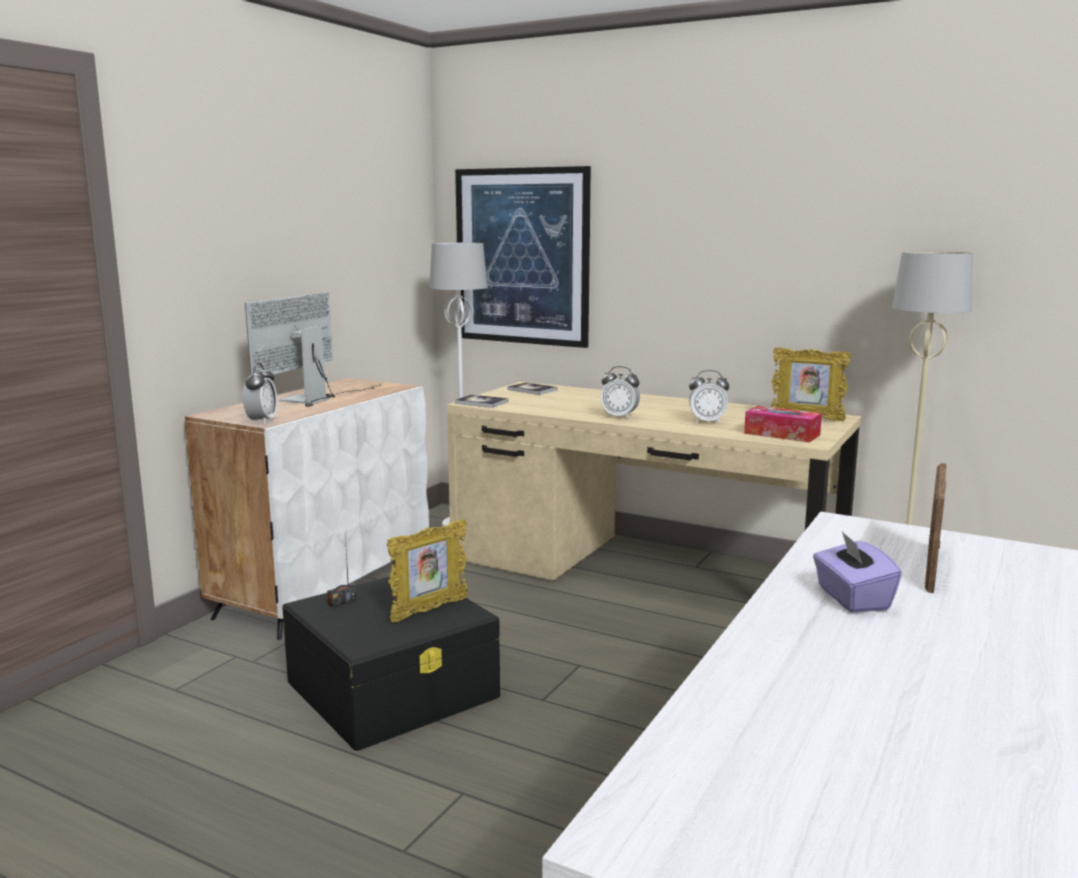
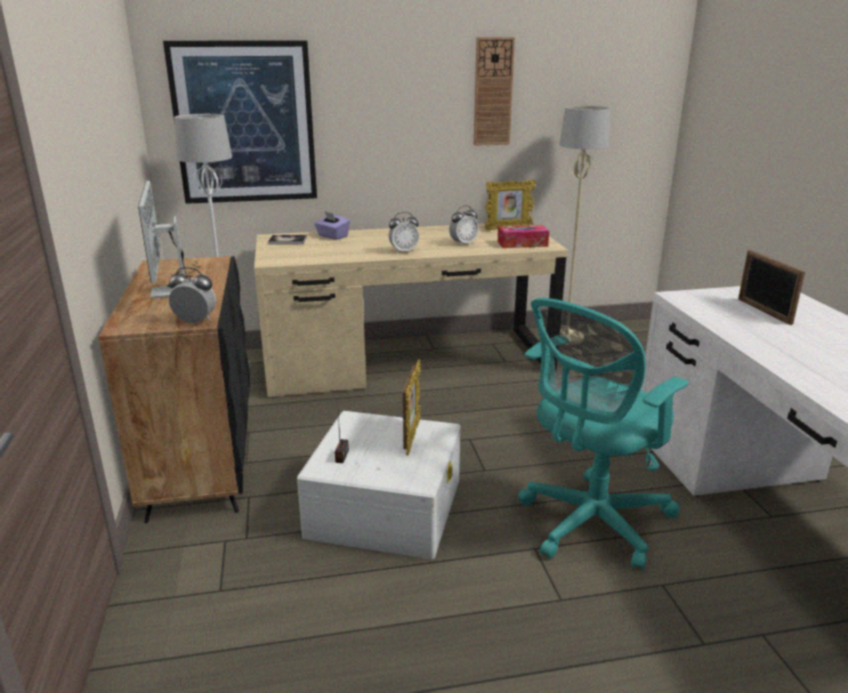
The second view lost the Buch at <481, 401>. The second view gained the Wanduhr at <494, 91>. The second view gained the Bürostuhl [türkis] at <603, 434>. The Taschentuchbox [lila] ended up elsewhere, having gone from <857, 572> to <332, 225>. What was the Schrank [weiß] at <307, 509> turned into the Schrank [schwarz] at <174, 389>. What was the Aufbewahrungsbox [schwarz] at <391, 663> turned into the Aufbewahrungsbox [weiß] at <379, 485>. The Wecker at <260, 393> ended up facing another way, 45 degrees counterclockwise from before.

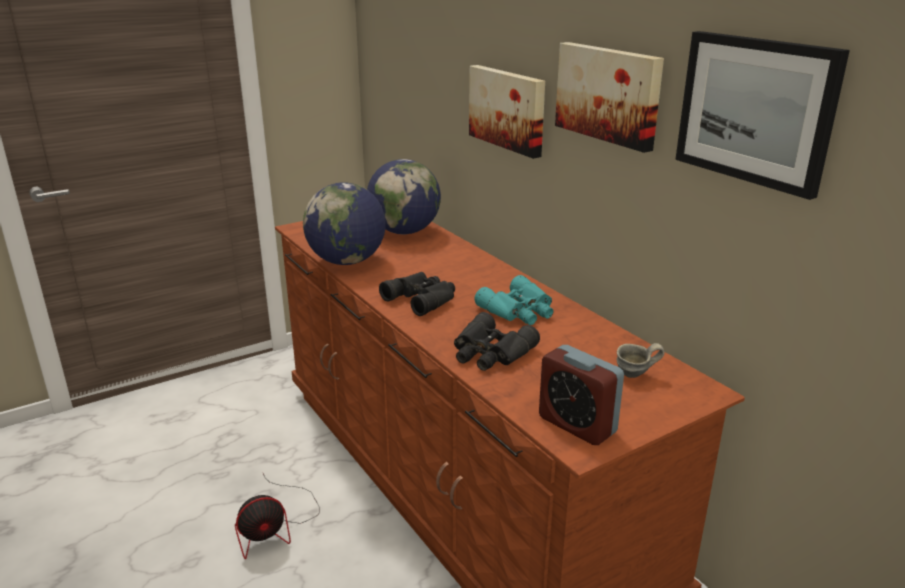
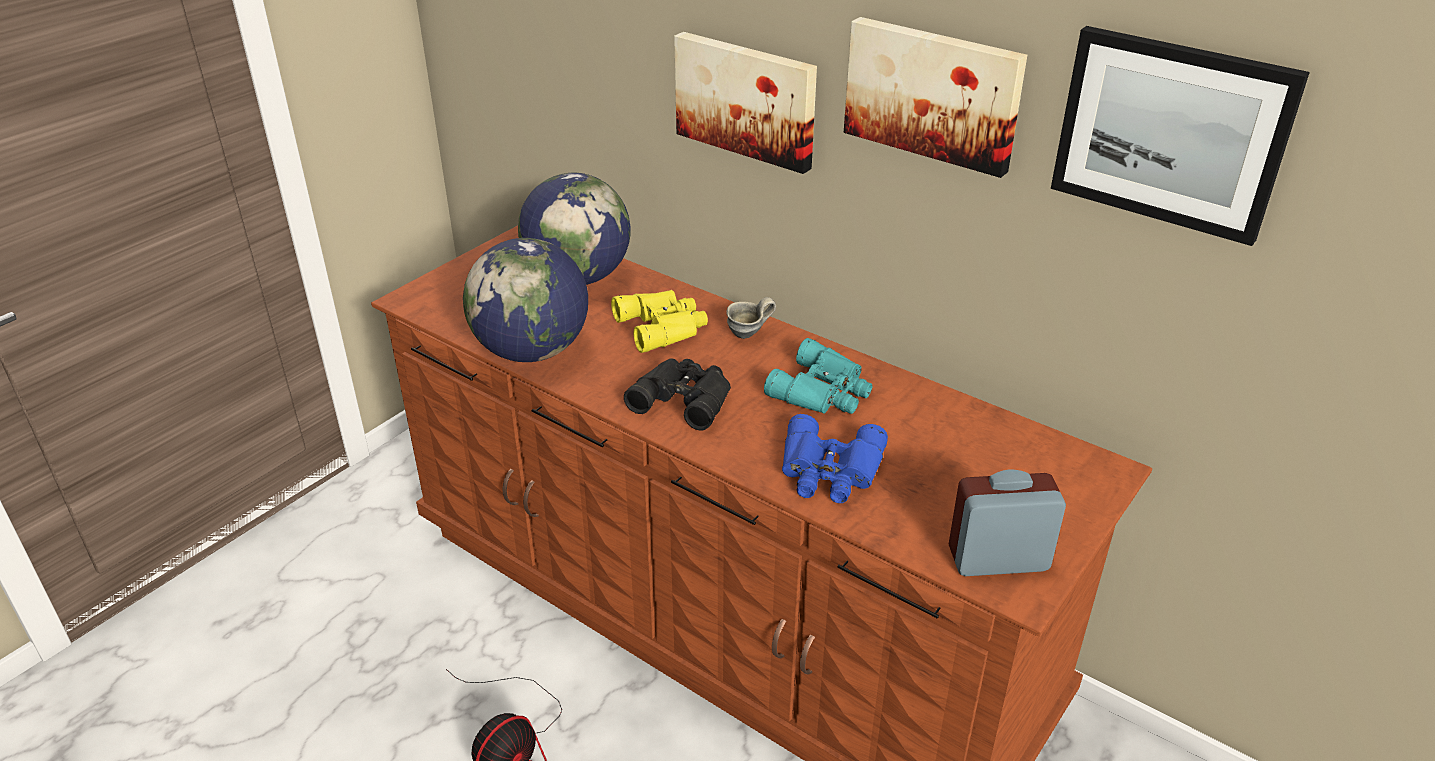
The second view gained the Fernglas [gelb] at <659, 321>. The Henkelbecher [grau] ended up elsewhere, having gone from <641, 360> to <751, 318>. What was the Fernglas [schwarz] at <497, 341> turned into the Fernglas [blau] at <835, 458>. The Wecker at <581, 395> ended up facing another way, 150 degrees clockwise from before.

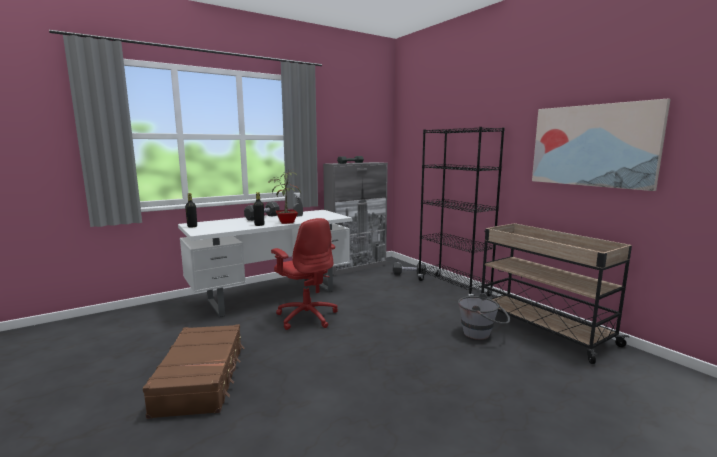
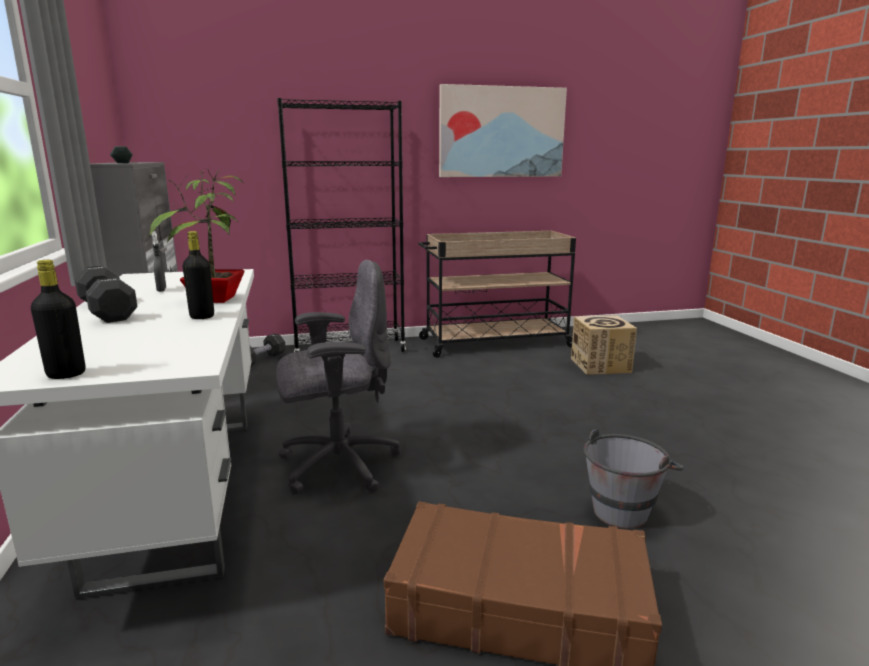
The second view gained the Karton at <604, 345>. The Eimer [grau] ended up elsewhere, having gone from <484, 316> to <634, 478>. What was the Bürostuhl [rot] at <304, 274> turned into the Bürostuhl [grau] at <338, 377>.

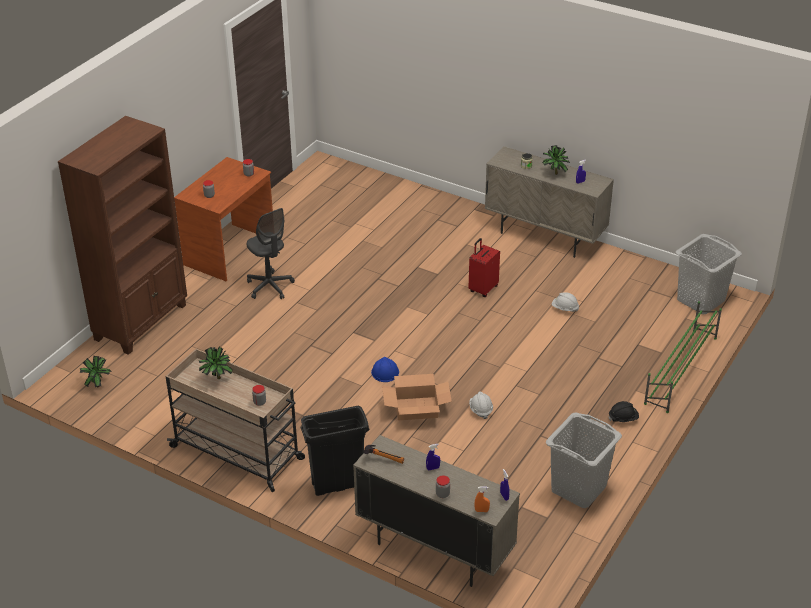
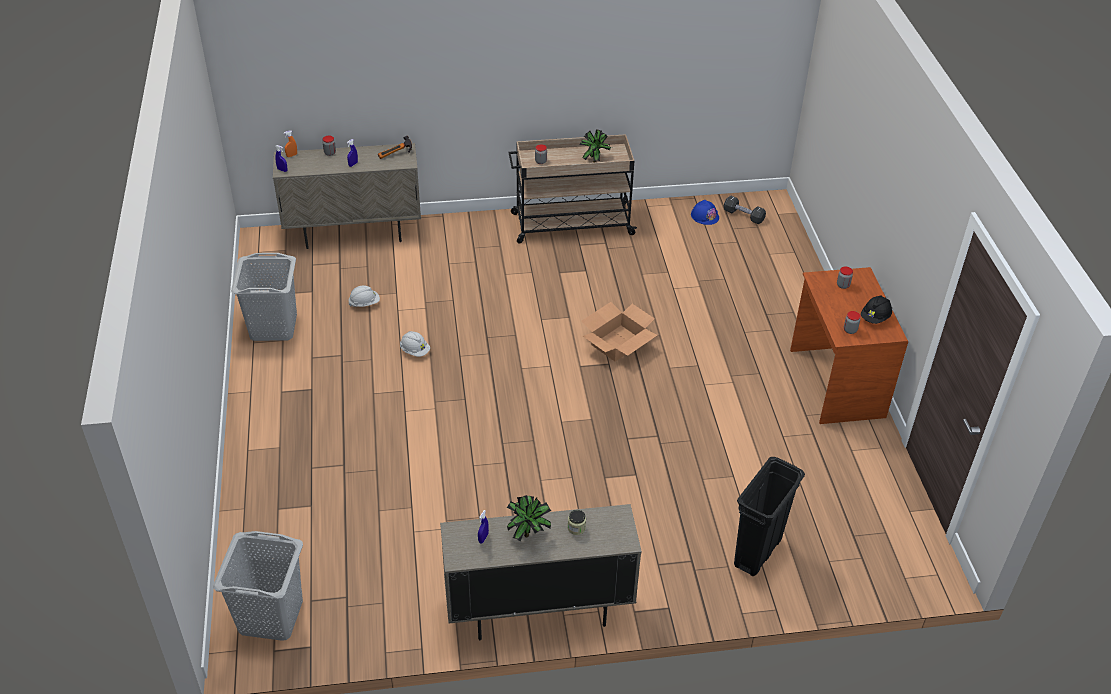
The second view lost the Bücherregal [braun] at <122, 235>. The second view lost the Bürostuhl [grau] at <270, 253>. The second view lost the Koffer [rot] at <484, 267>. The second view lost the Schuhregal [grün] at <683, 357>. The Mülleimer [schwarz] ended up elsewhere, having gone from <335, 451> to <769, 516>. The Schutzhelm [blau] ended up elsewhere, having gone from <385, 369> to <705, 212>. The Karton ended up elsewhere, having gone from <417, 397> to <619, 331>. The Schutzhelm [weiß] ended up elsewhere, having gone from <565, 302> to <364, 296>. The Schutzhelm [schwarz] ended up elsewhere, having gone from <623, 411> to <876, 309>. Where the Topfpflanze stood at <95, 371>, the Hantel [schwarz] came to stand at <745, 210>.

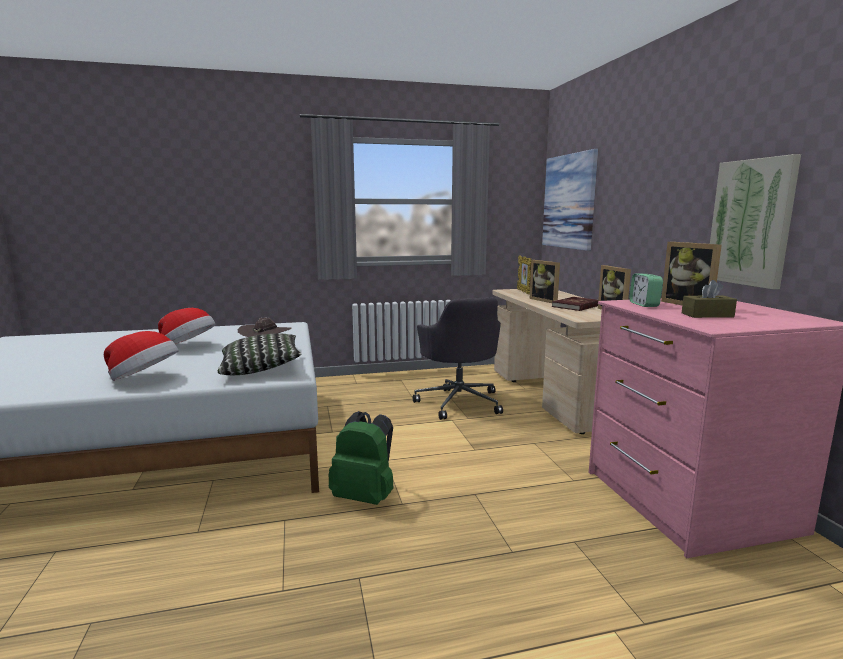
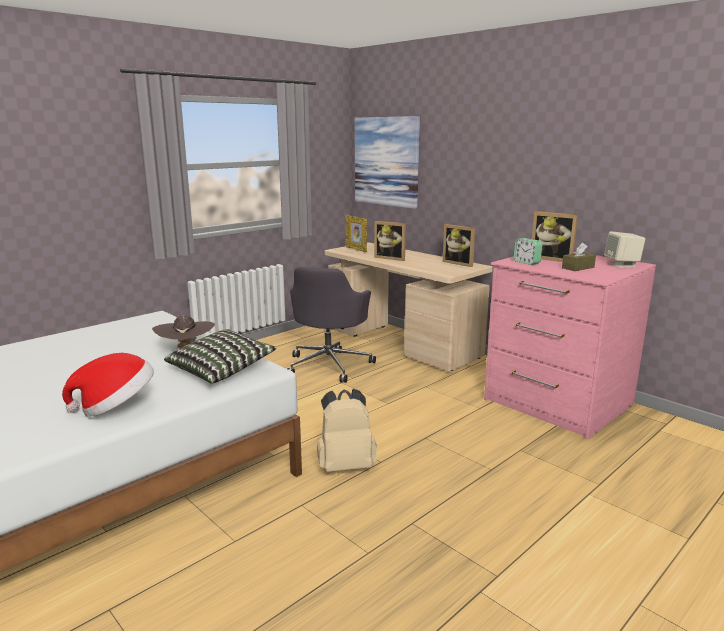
The second view lost the Hut at <187, 326>. The second view lost the Buch [rot] at <575, 304>. The second view lost the Bild at <755, 222>. The second view gained the Lautsprecher [beige] at <624, 250>. What was the Rucksack [grün] at <361, 458> turned into the Rucksack [beige] at <347, 430>. The Bürostuhl [grau] at <458, 358> ended up facing another way, 60 degrees clockwise from before.

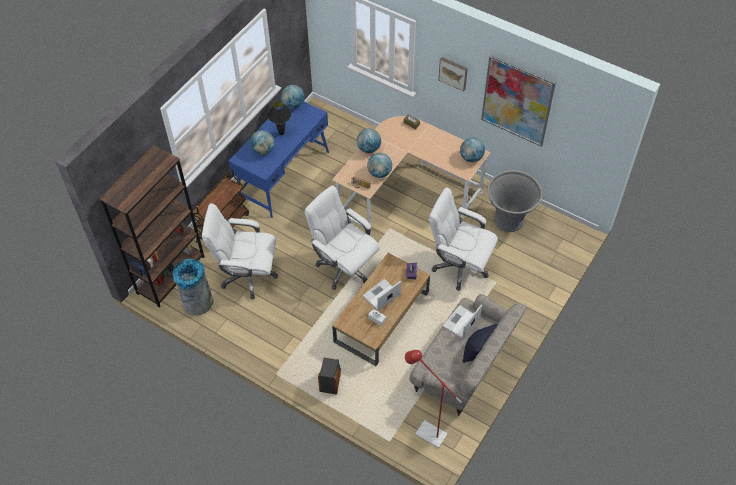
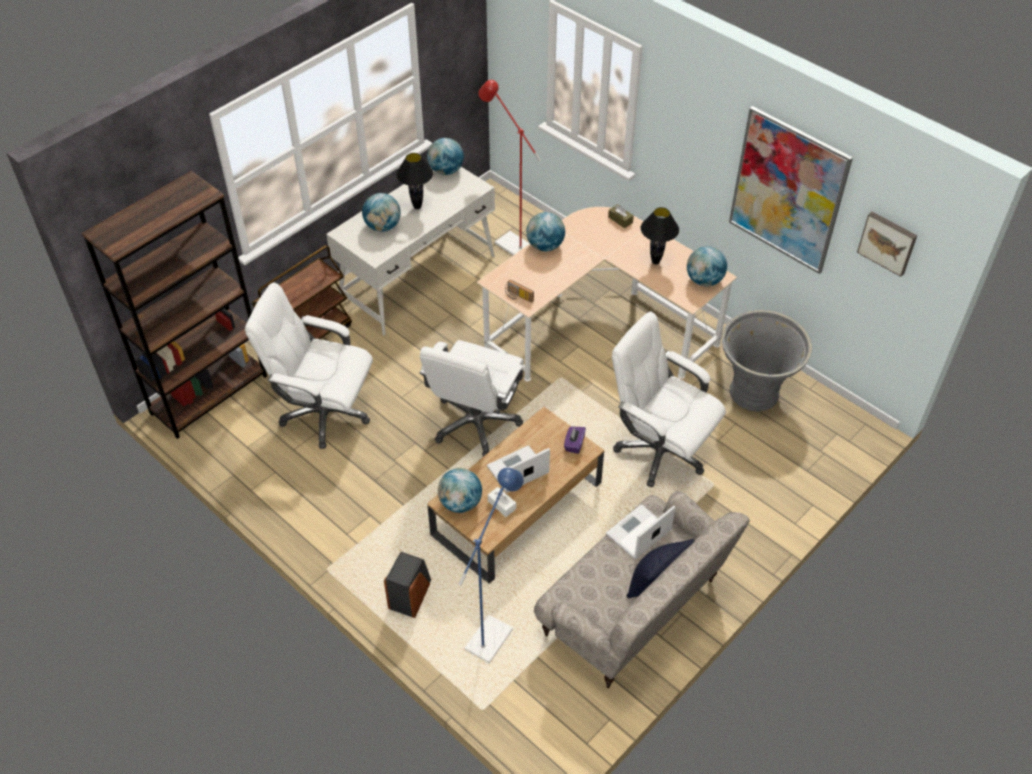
The second view lost the Mülleimer [grau] at <193, 287>. The second view gained the Stehlampe [blau] at <491, 565>. The second view gained the Tischlampe [schwarz] at <660, 236>. The Globus ended up elsewhere, having gone from <379, 165> to <460, 490>. The Stehlampe [rot] ended up elsewhere, having gone from <433, 399> to <509, 167>. The Bild ended up elsewhere, having gone from <453, 74> to <887, 244>. What was the Schreibtisch [blau] at <278, 160> turned into the Schreibtisch [weiß] at <410, 251>. The Bürostuhl [weiß] at <342, 237> ended up facing another way, 120 degrees counterclockwise from before.

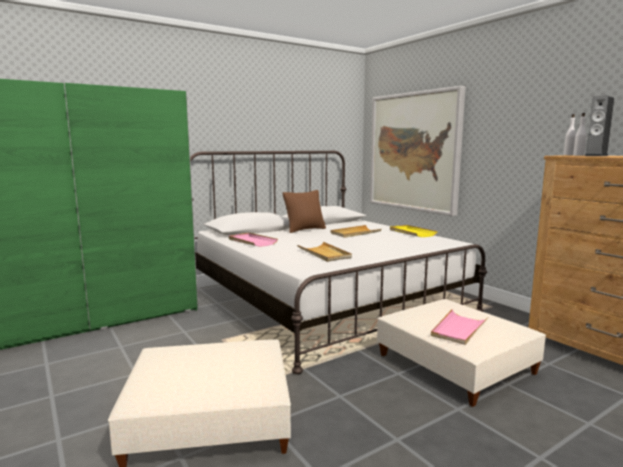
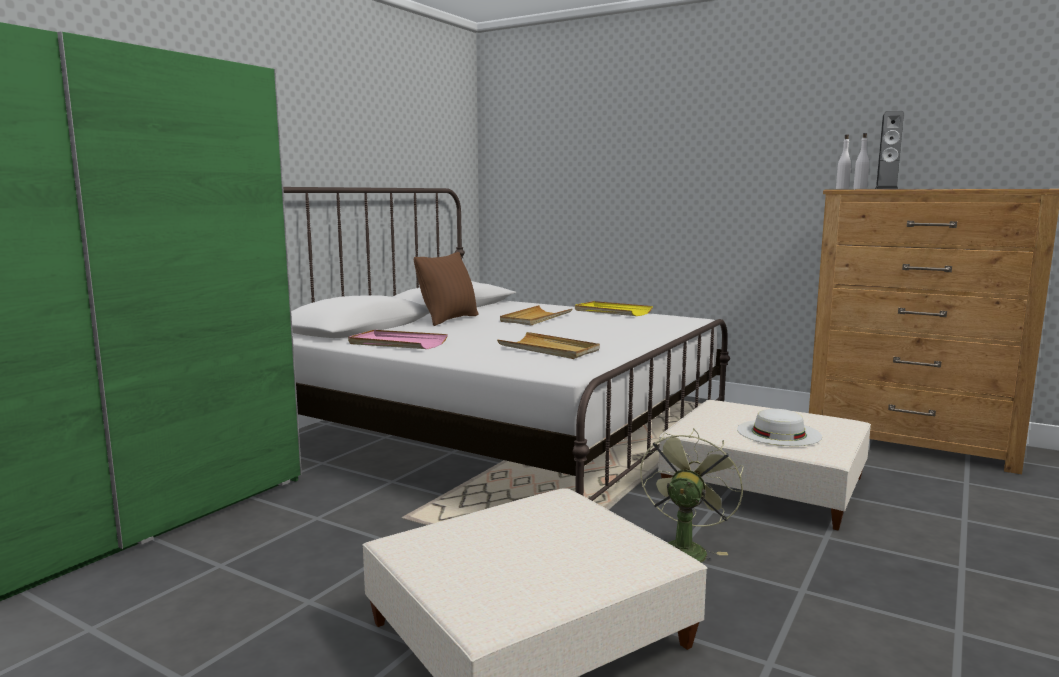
The second view lost the Bild at <418, 151>. The second view gained the Ventilator [grün] at <691, 495>. Where the Tablett [rosa] stood at <459, 327>, the Hut [weiß] came to stand at <779, 427>.

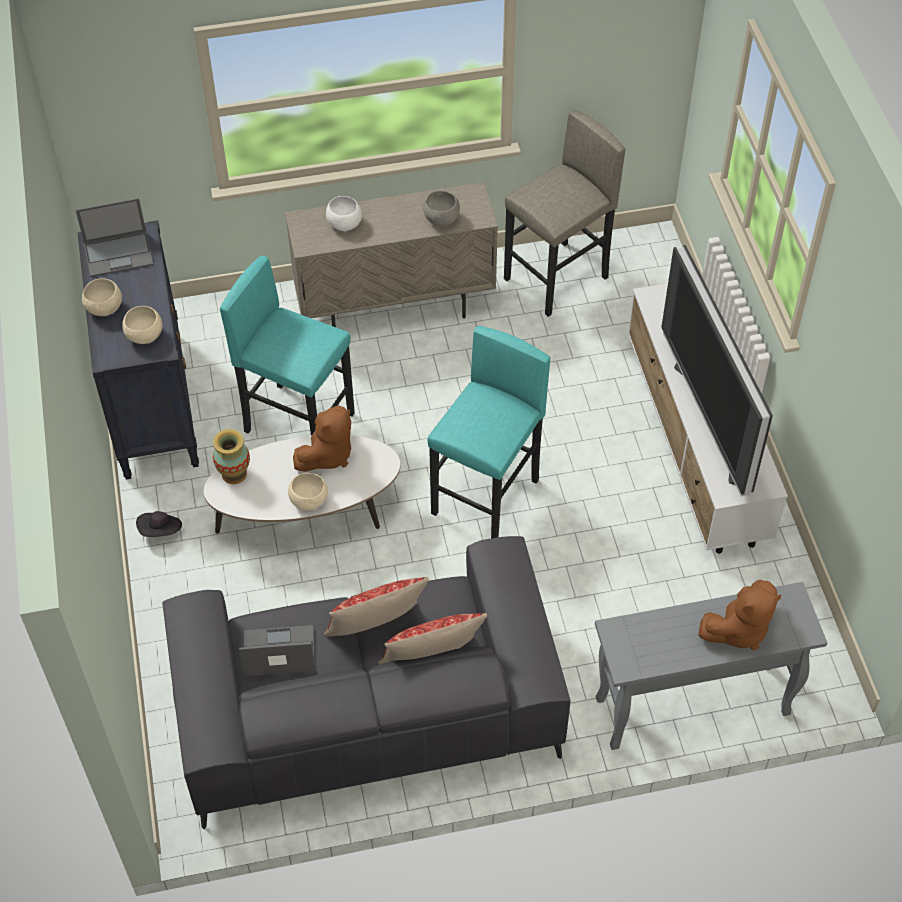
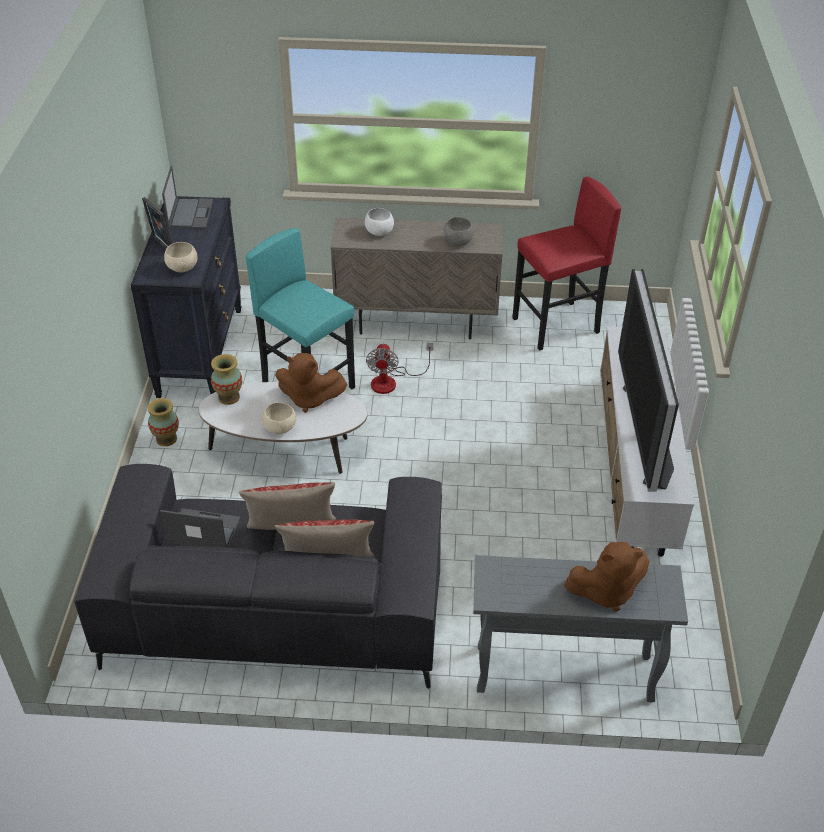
The second view lost the Hocker [türkis] at <488, 432>. The second view gained the Ventilator at <399, 368>. Where the Schüssel [beige] stood at <102, 297>, the Bilderrahmen came to stand at <157, 222>. Where the Hut [schwarz] stood at <159, 524>, the Vase came to stand at <163, 422>. What was the Hocker [grau] at <564, 213> turned into the Hocker [rot] at <566, 264>. The Laptop at <114, 237> ended up facing another way, 90 degrees counterclockwise from before. The Plüschtier [braun] at <322, 439> ended up facing another way, 45 degrees clockwise from before.

